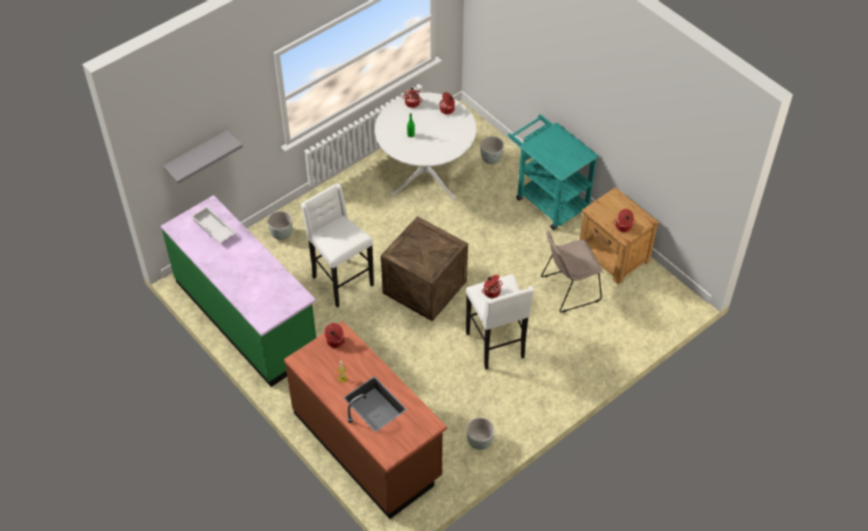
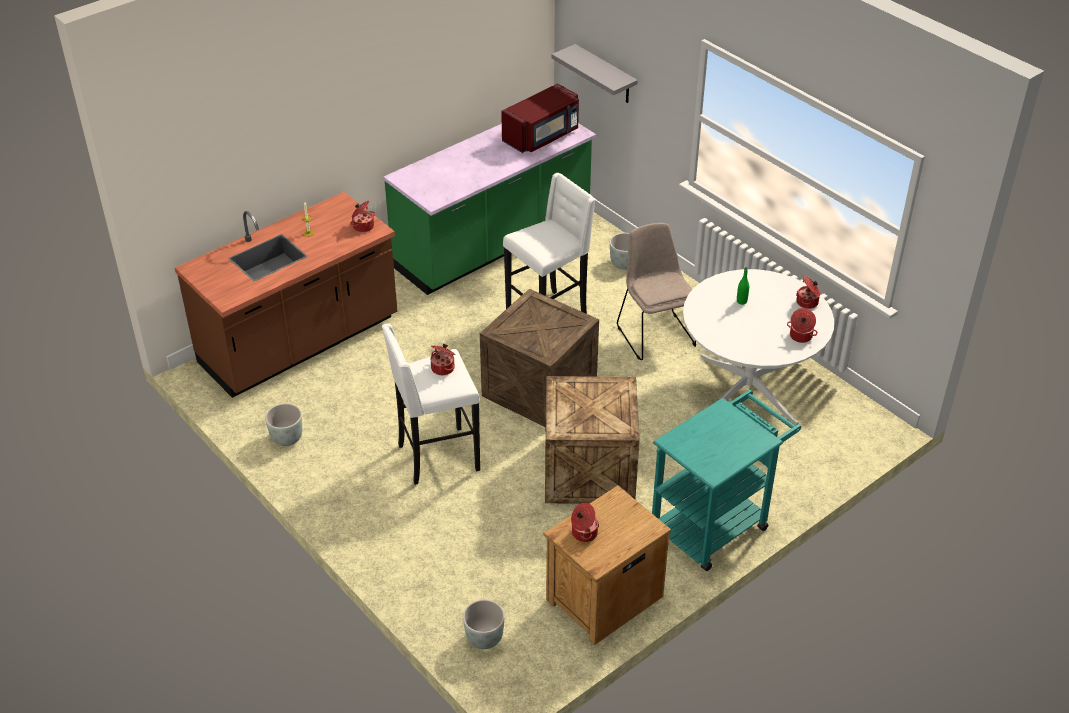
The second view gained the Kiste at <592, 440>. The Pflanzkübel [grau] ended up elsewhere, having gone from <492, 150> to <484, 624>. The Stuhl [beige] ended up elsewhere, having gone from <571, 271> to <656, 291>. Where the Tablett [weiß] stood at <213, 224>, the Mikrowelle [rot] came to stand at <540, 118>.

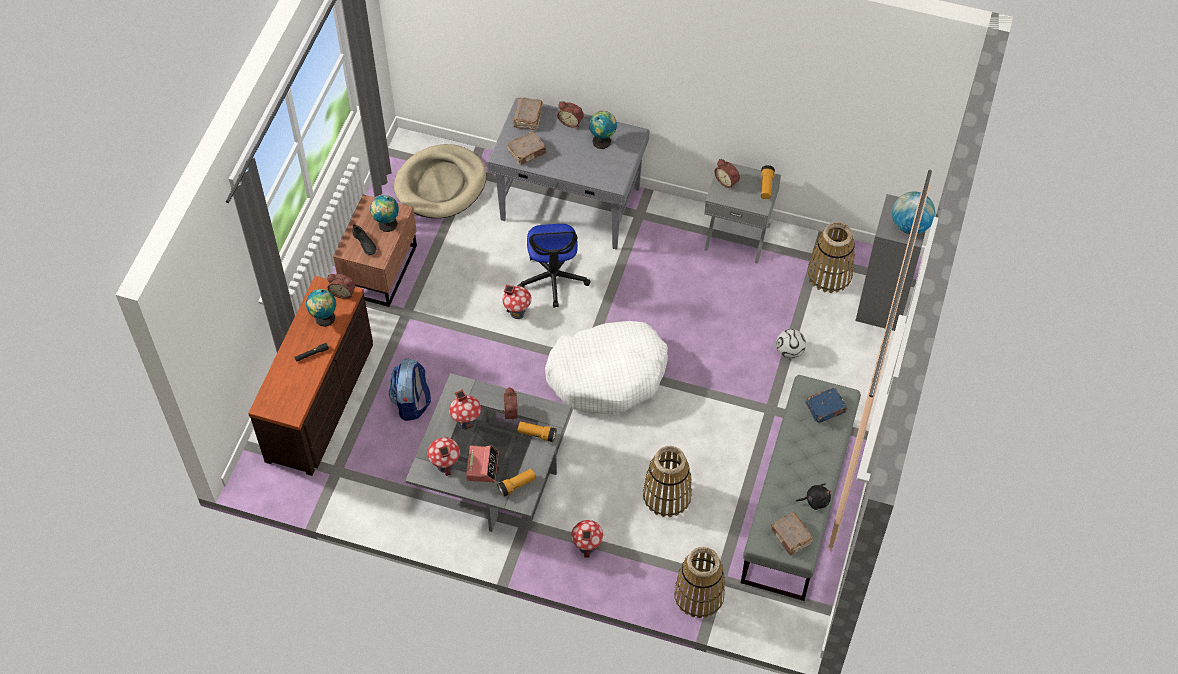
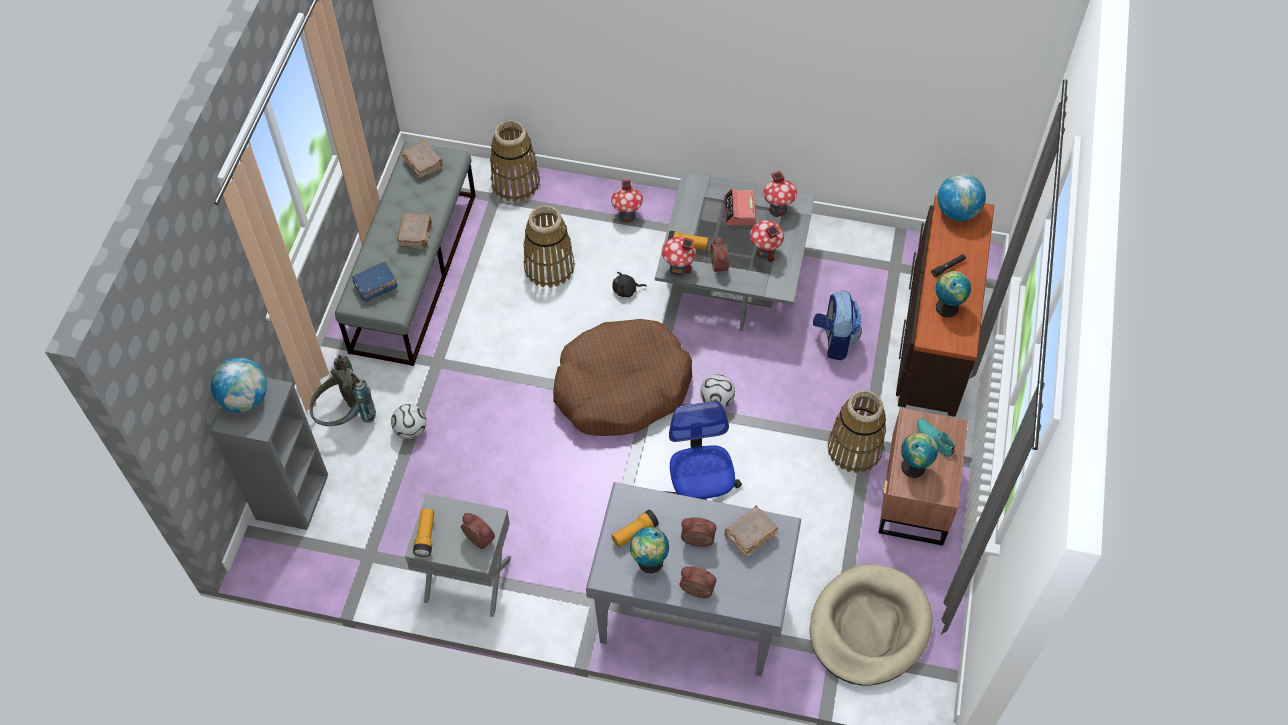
The second view gained the Rucksack [grau] at <343, 390>. The second view gained the Fußball at <717, 391>. The second view gained the Globus at <961, 197>. The Wecker ended up elsewhere, having gone from <341, 286> to <699, 532>. The Taschenlampe ended up elsewhere, having gone from <516, 483> to <635, 528>. The Spielzeughaus ended up elsewhere, having gone from <517, 302> to <679, 257>. The Buch [braun] ended up elsewhere, having gone from <528, 114> to <414, 231>. The Plüschtier [schwarz] ended up elsewhere, having gone from <813, 497> to <629, 284>. The Korb ended up elsewhere, having gone from <831, 257> to <857, 431>. What was the Schuh [schwarz] at <364, 239> turned into the Schuh [türkis] at <936, 438>. What was the Hundebett [weiß] at <606, 367> turned into the Hundebett [braun] at <622, 377>.

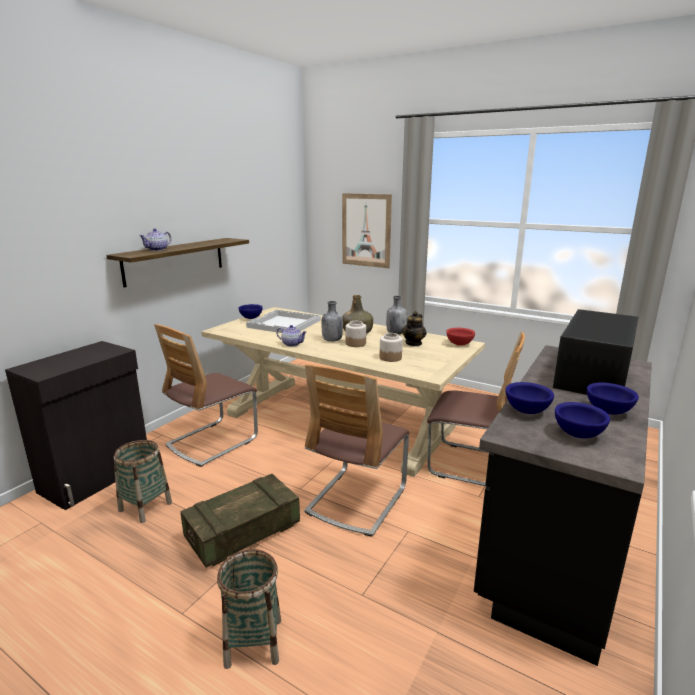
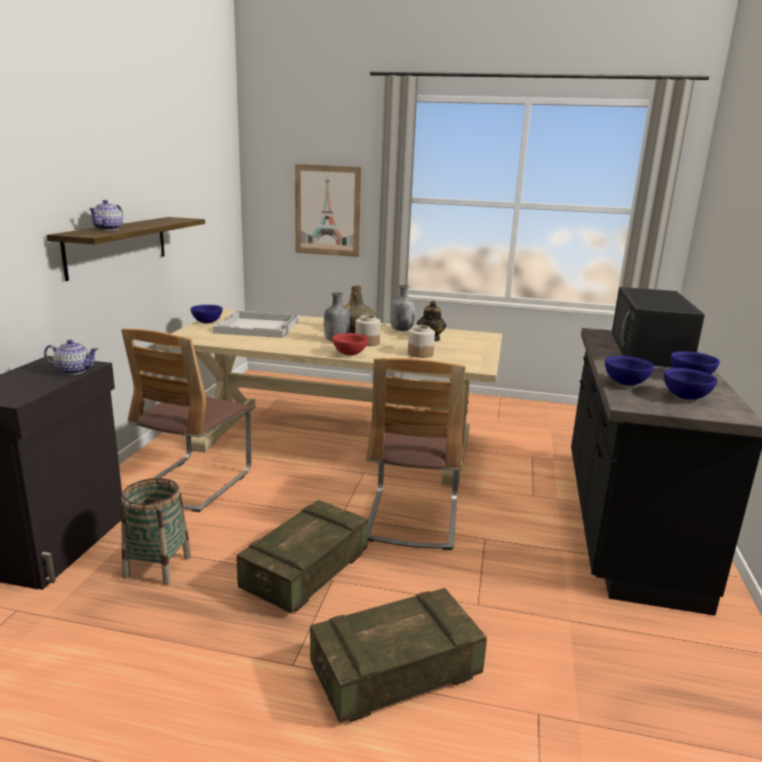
The second view lost the Stuhl at <476, 409>. The Teekanne ended up elsewhere, having gone from <292, 336> to <71, 357>. The Schüssel [rot] ended up elsewhere, having gone from <460, 337> to <350, 344>. Where the Korb stood at <249, 609>, the Kiste came to stand at <398, 655>.

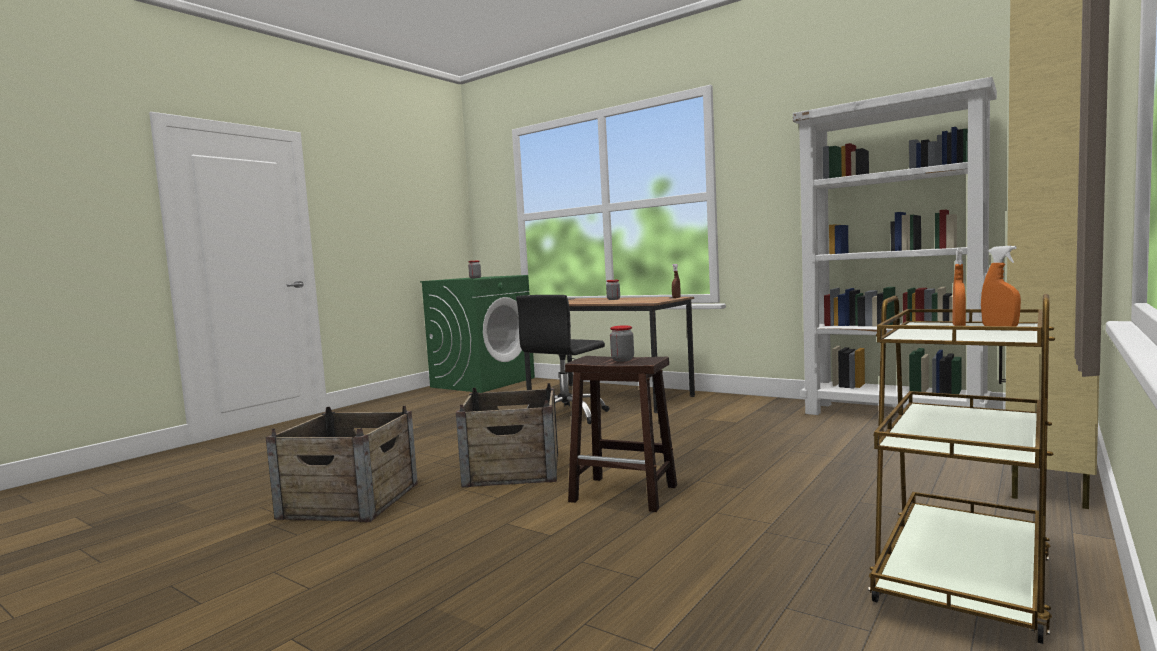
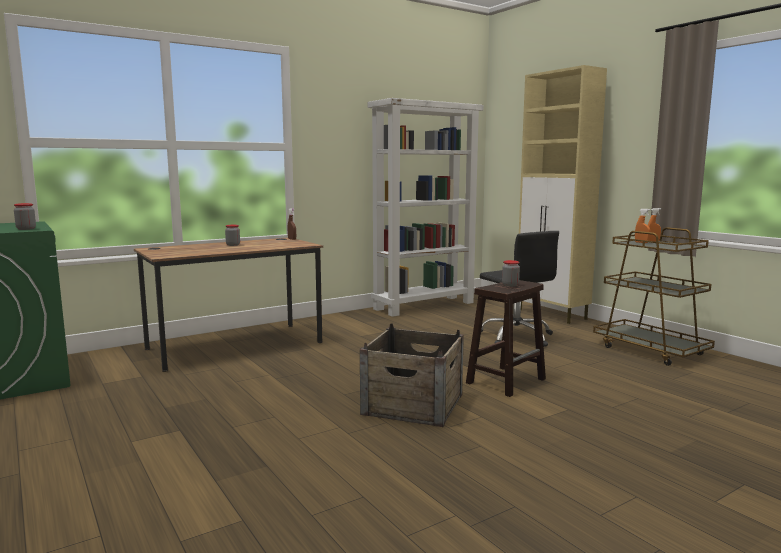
The second view lost the Kiste at <342, 464>. The Bürostuhl [schwarz] ended up elsewhere, having gone from <562, 359> to <519, 289>.

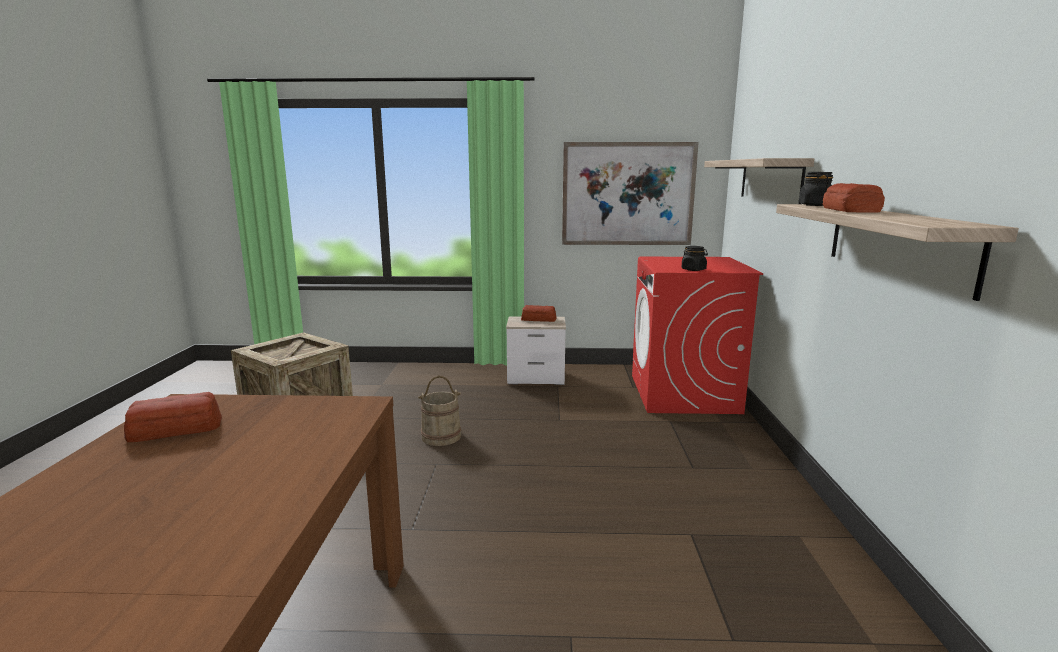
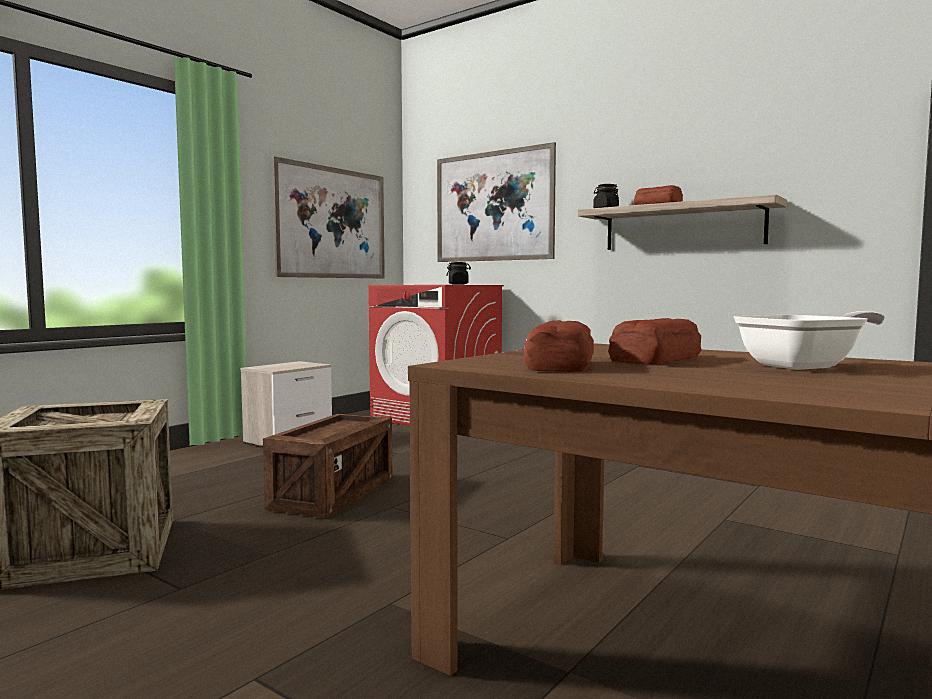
The second view gained the Pfanne at <809, 340>. The Brot ended up elsewhere, having gone from <538, 313> to <655, 341>. Where the Eimer [beige] stood at <439, 410>, the Kiste came to stand at <328, 466>. Where the Wandregal hung at <759, 181>, the Bild came to hang at <496, 202>.

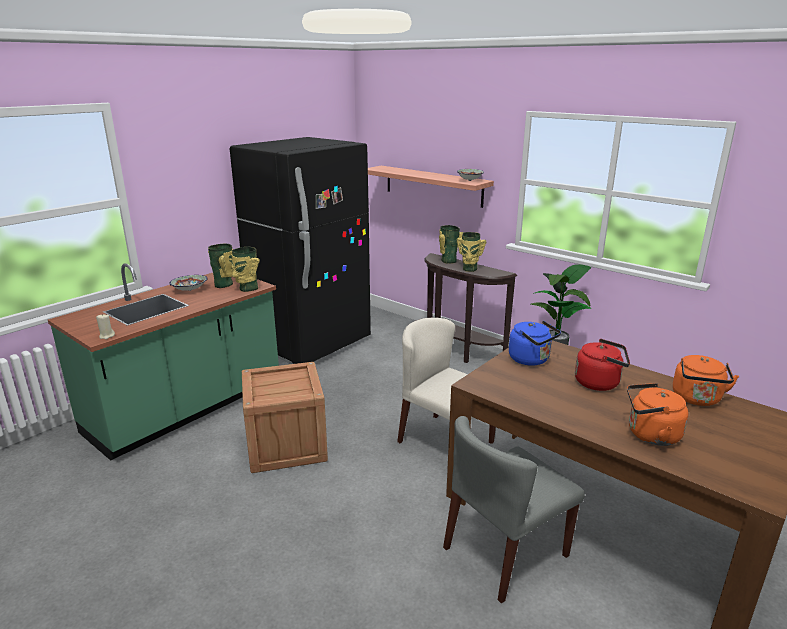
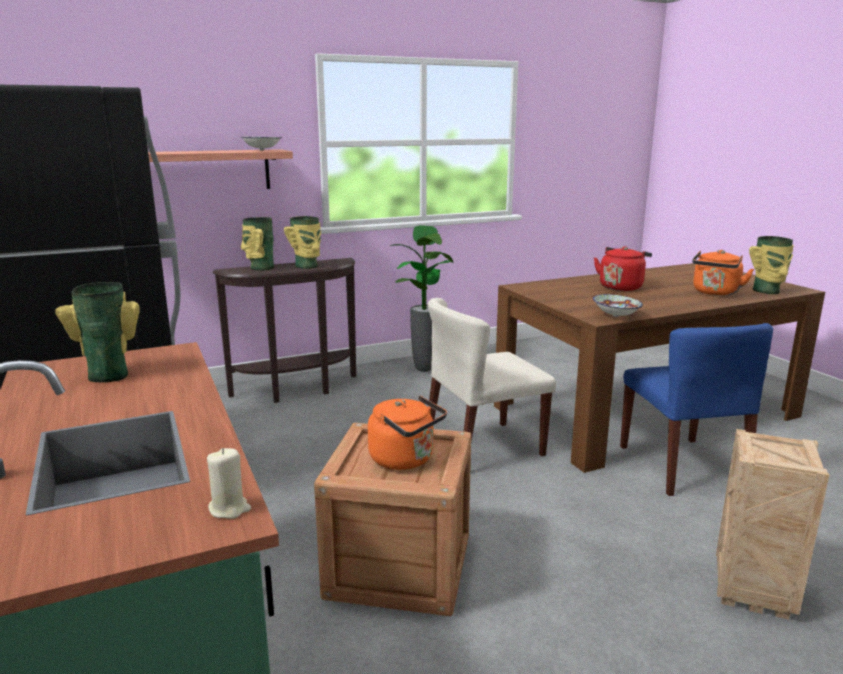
The second view lost the Wasserkessel [blau] at <535, 343>. The second view gained the Kiste at <772, 524>. The Schüssel ended up elsewhere, having gone from <188, 283> to <618, 305>. The Vase ended up elsewhere, having gone from <246, 269> to <771, 265>. The Wasserkessel [orange] ended up elsewhere, having gone from <706, 380> to <407, 433>. What was the Stuhl [grau] at <514, 510> turned into the Stuhl [blau] at <696, 409>.

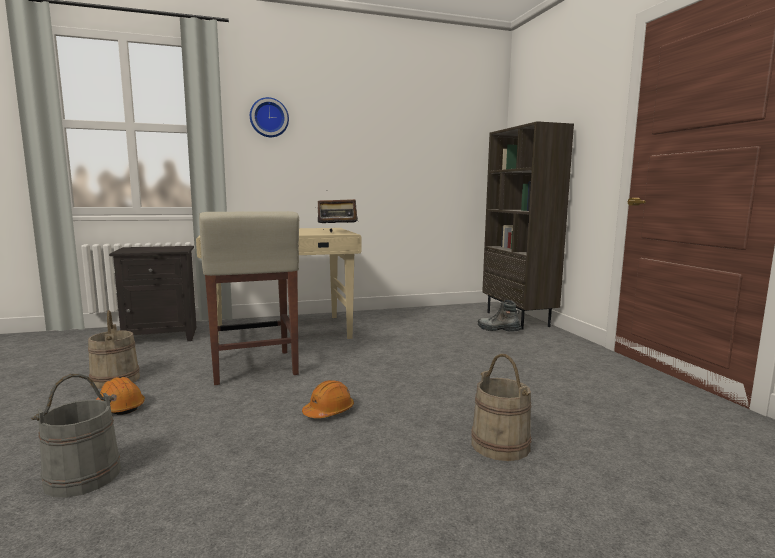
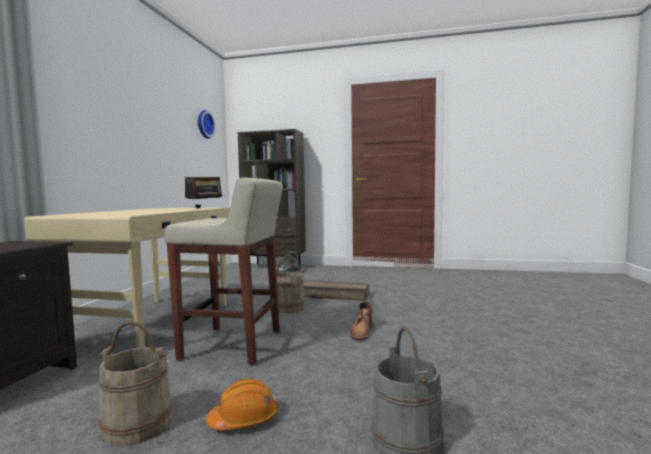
The second view gained the Kiste at <336, 291>. The Wanduhr ended up elsewhere, having gone from <269, 117> to <206, 124>. The Eimer [beige] ended up elsewhere, having gone from <501, 407> to <290, 284>. Where the Schutzhelm [orange] stood at <328, 399>, the Stiefel [braun] came to stand at <361, 321>.

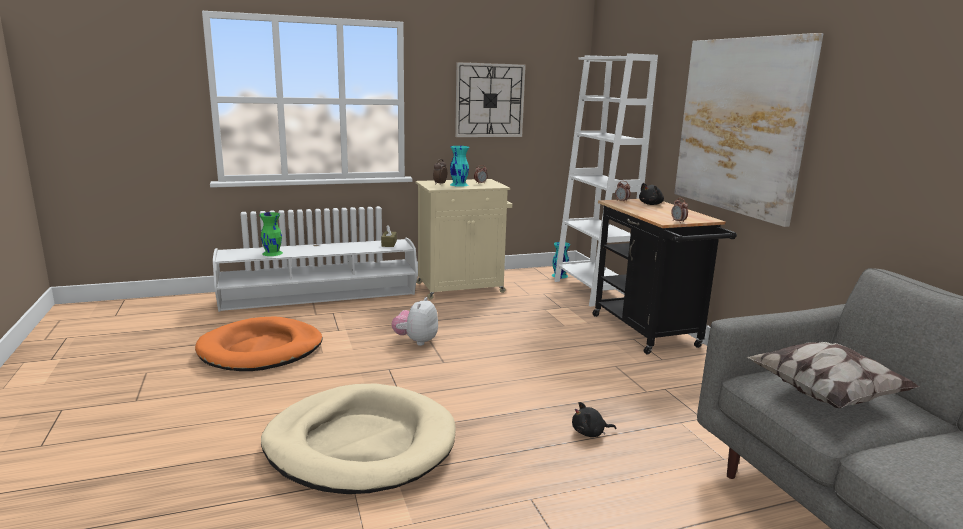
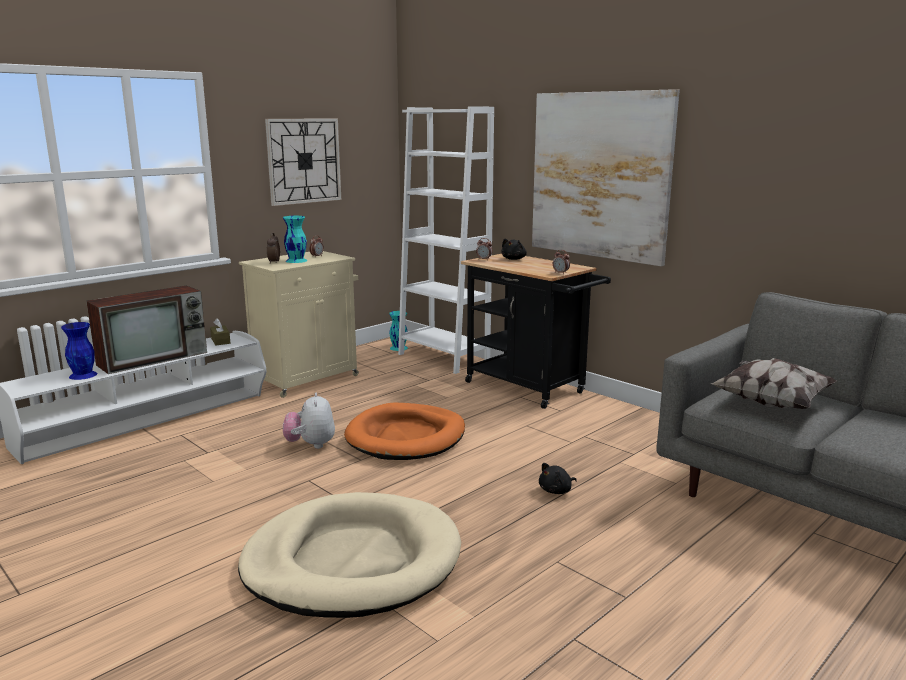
The second view gained the Fernseher at <146, 329>. The Hundebett [orange] ended up elsewhere, having gone from <258, 343> to <404, 431>. What was the Vase [grün] at <271, 234> turned into the Vase [blau] at <79, 351>.

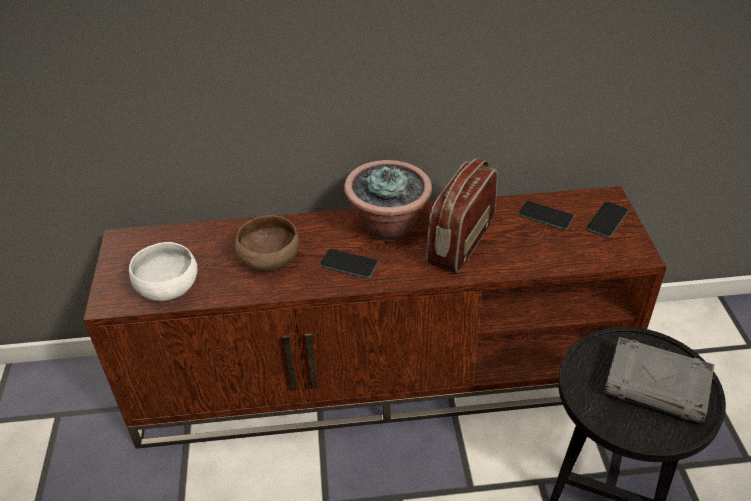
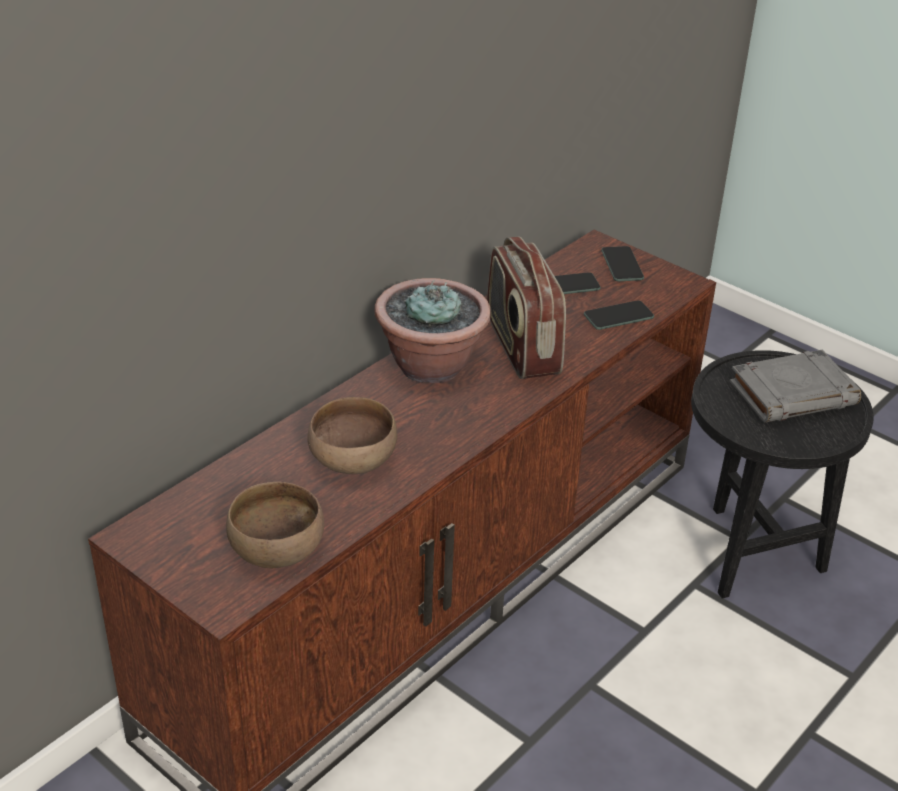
The Handy ended up elsewhere, having gone from <348, 263> to <619, 315>. What was the Schüssel [weiß] at <163, 271> turned into the Schüssel [braun] at <275, 525>.

